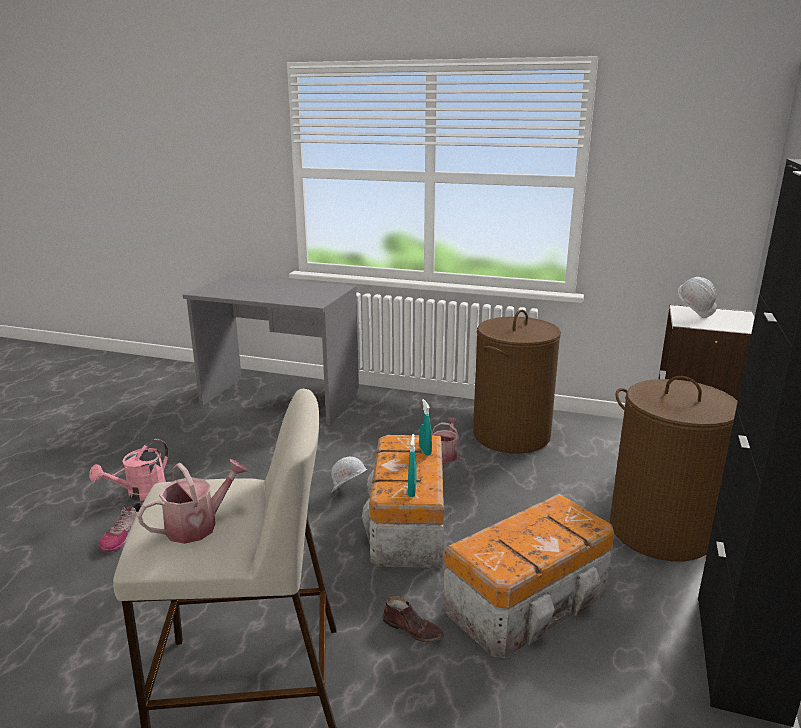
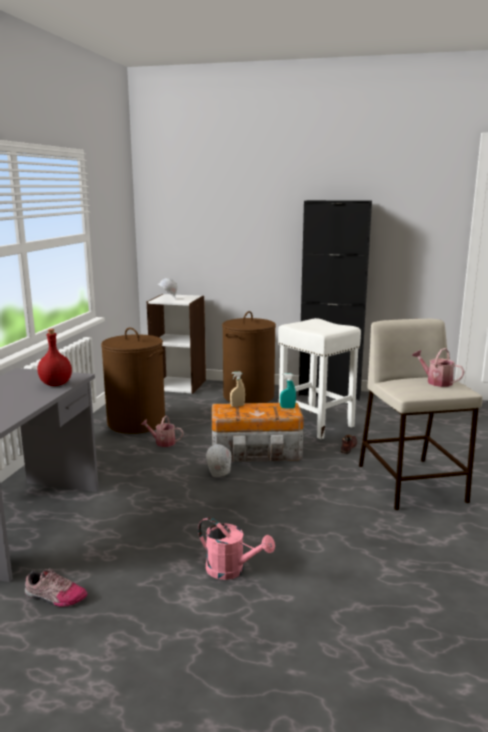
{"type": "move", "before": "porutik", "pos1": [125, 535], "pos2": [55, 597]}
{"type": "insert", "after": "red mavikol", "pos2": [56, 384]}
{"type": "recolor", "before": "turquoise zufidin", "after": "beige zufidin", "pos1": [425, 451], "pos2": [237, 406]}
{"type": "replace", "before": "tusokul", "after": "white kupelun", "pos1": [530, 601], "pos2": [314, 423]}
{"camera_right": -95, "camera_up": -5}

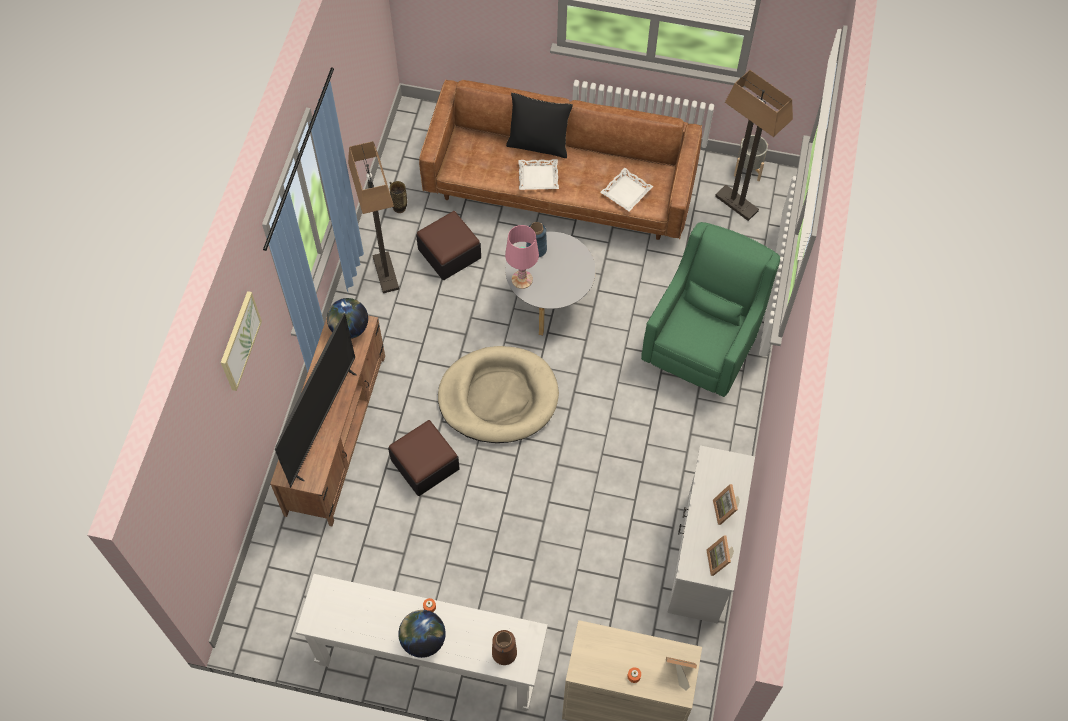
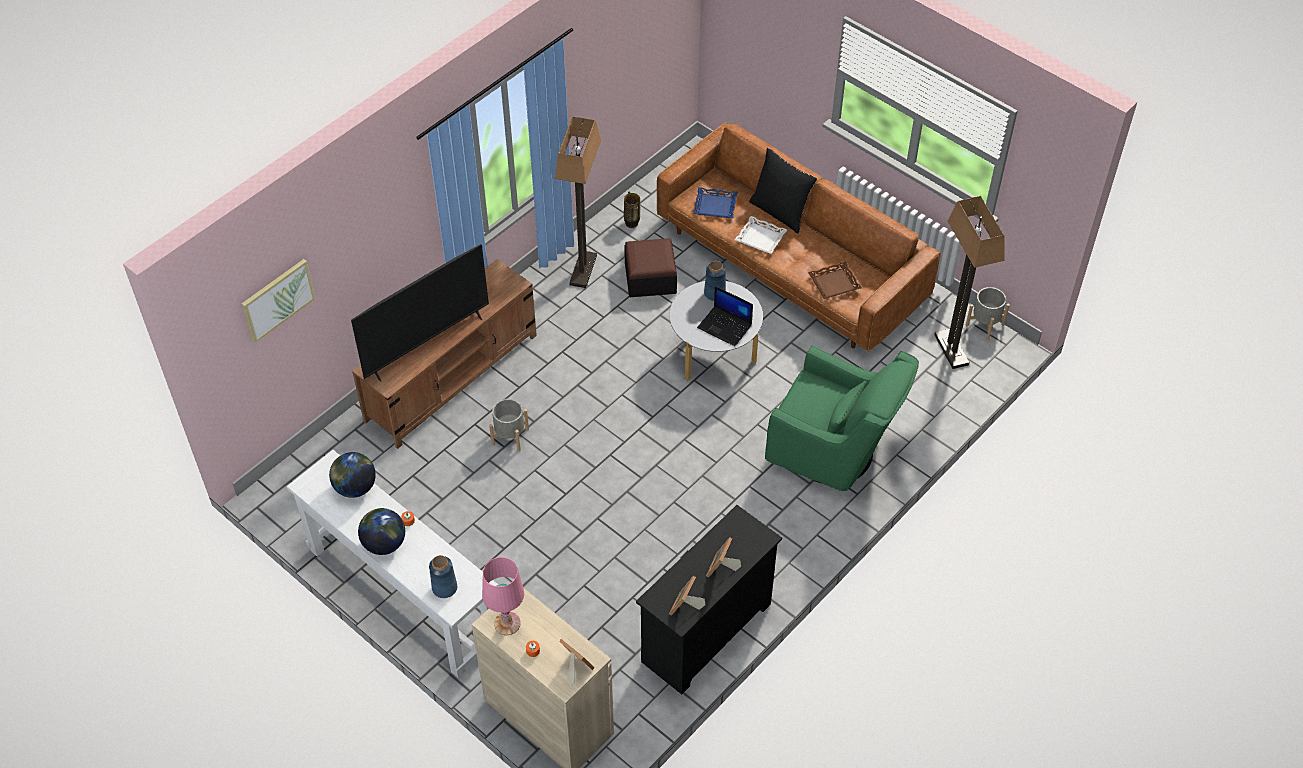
{"type": "move", "before": "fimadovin", "pos1": [239, 340], "pos2": [277, 299]}
{"type": "move", "before": "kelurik", "pos1": [349, 328], "pos2": [355, 487]}
{"type": "recolor", "before": "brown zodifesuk", "after": "blue zodifesuk", "pos1": [504, 653], "pos2": [445, 587]}
{"type": "move", "before": "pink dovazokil", "pos1": [522, 279], "pos2": [507, 623]}
{"type": "replace", "before": "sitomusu", "after": "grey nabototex", "pos1": [425, 464], "pos2": [510, 437]}
{"type": "recolor", "before": "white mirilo", "after": "black mirilo", "pos1": [702, 558], "pos2": [706, 633]}
{"type": "insert", "after": "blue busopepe", "pos2": [715, 206]}
{"type": "insert", "after": "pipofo", "pos2": [725, 326]}
{"type": "rotate", "before": "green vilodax", "pos1": [703, 343], "pos2": [835, 453], "turn": 60}
{"type": "recolor", "before": "white busopepe", "after": "brown busopepe", "pos1": [626, 192], "pos2": [834, 284]}
{"type": "delete", "before": "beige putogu", "pos1": [498, 397]}
{"camera_right": 30, "camera_up": -10}

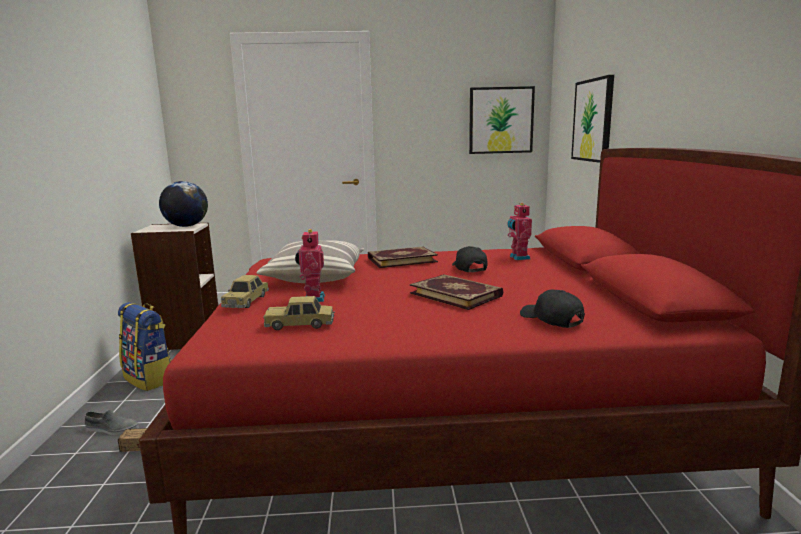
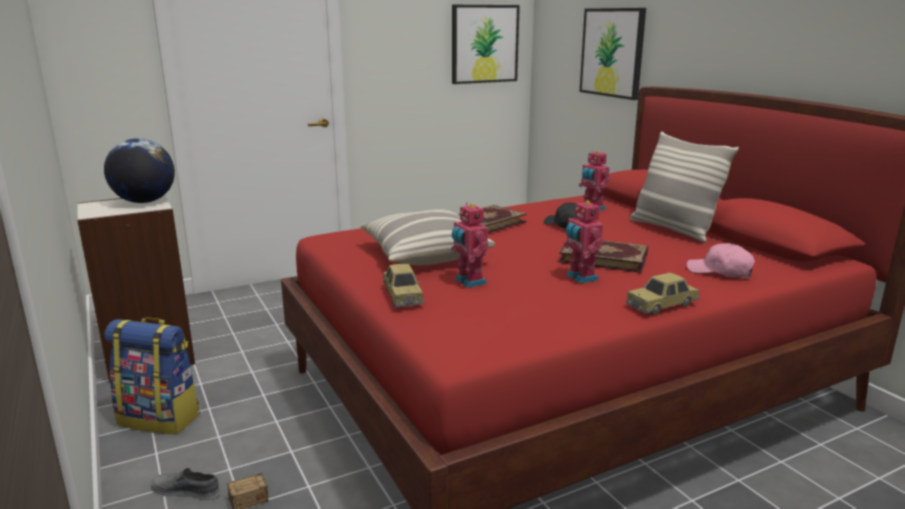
{"type": "rotate", "before": "grey porutik", "pos1": [112, 429], "pos2": [186, 490], "turn": -150}
{"type": "insert", "after": "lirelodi", "pos2": [580, 278]}
{"type": "move", "before": "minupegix", "pos1": [300, 324], "pos2": [662, 305]}
{"type": "insert", "after": "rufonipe", "pos2": [673, 229]}
{"type": "recolor", "before": "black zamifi", "after": "pink zamifi", "pos1": [551, 319], "pos2": [720, 271]}
{"camera_right": -25, "camera_up": 5}

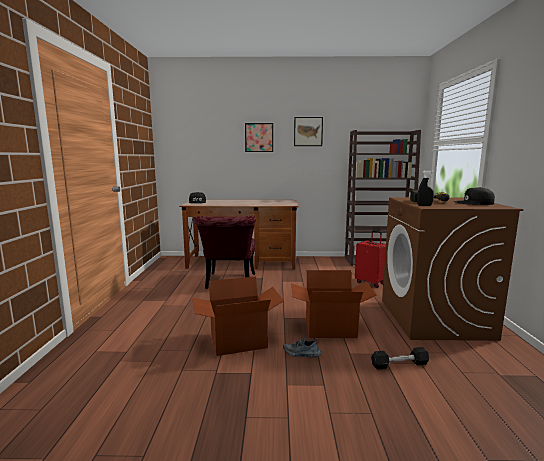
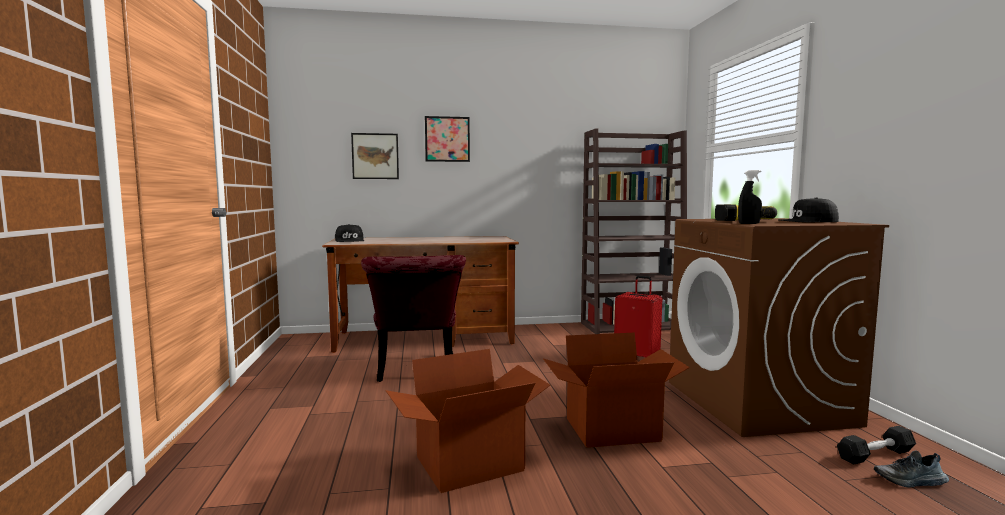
{"type": "move", "before": "fimadovin", "pos1": [308, 131], "pos2": [375, 156]}
{"type": "move", "before": "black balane", "pos1": [399, 364], "pos2": [875, 455]}
{"type": "move", "before": "porutik", "pos1": [301, 354], "pos2": [911, 481]}
{"camera_right": -10, "camera_up": -5}

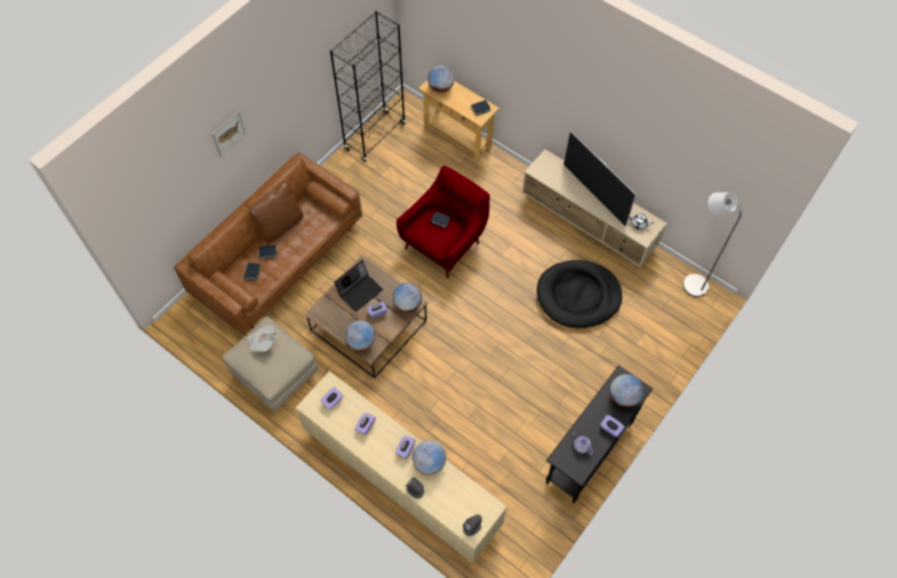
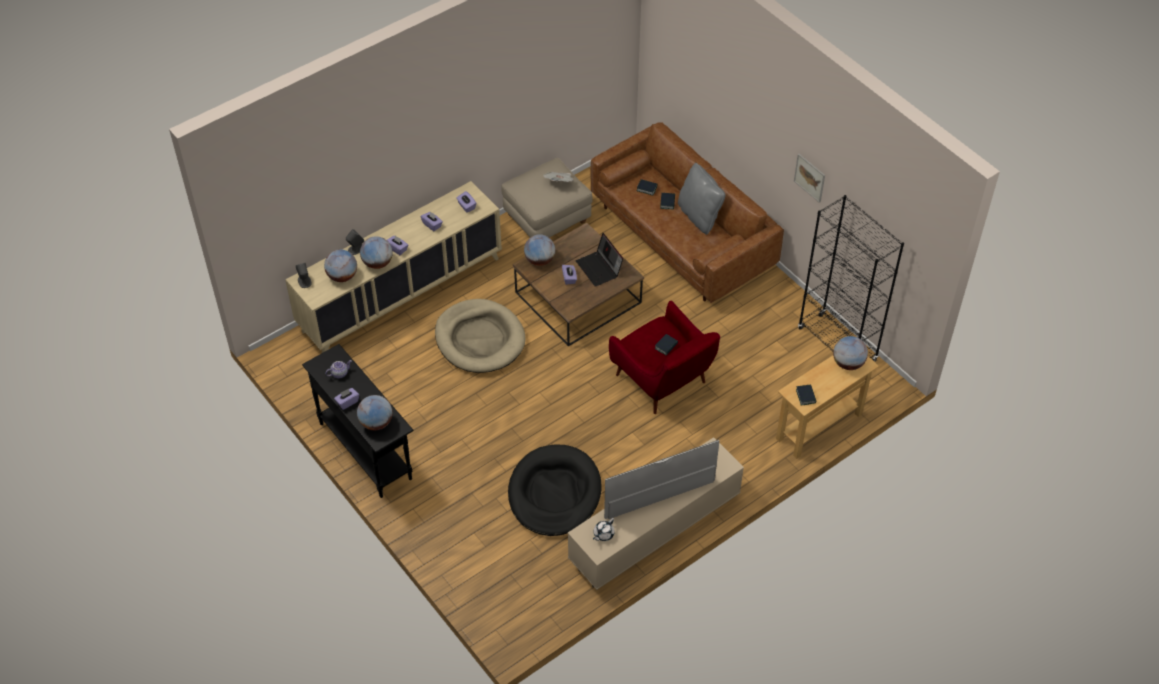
{"type": "move", "before": "kelurik", "pos1": [408, 304], "pos2": [342, 276]}
{"type": "insert", "after": "beige putogu", "pos2": [479, 339]}
{"type": "recolor", "before": "brown rufonipe", "after": "grey rufonipe", "pos1": [280, 226], "pos2": [699, 216]}
{"type": "move", "before": "fimadovin", "pos1": [228, 133], "pos2": [809, 177]}
{"type": "delete", "before": "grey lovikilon", "pos1": [691, 282]}
{"camera_right": 105, "camera_up": -10}

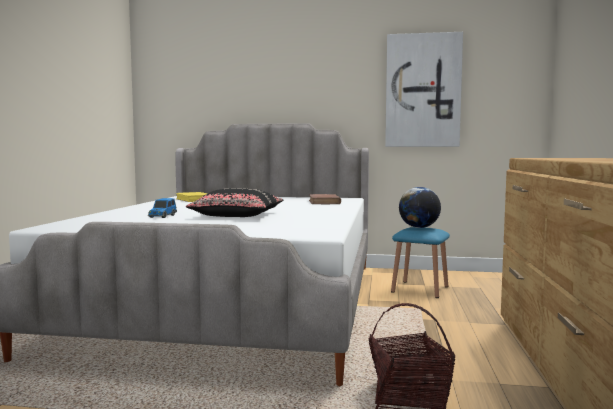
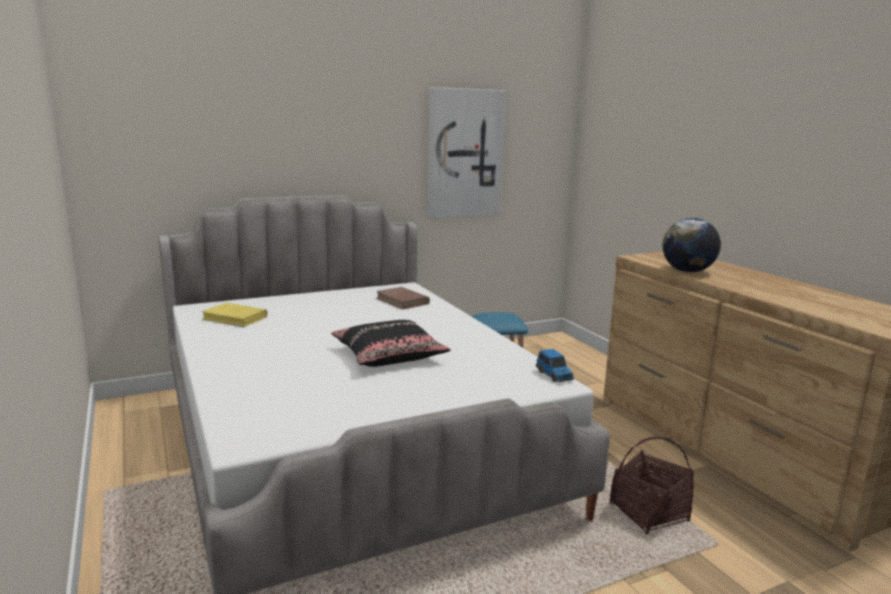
{"type": "move", "before": "minupegix", "pos1": [162, 216], "pos2": [554, 375]}
{"type": "move", "before": "kelurik", "pos1": [419, 227], "pos2": [687, 271]}
{"camera_right": -35, "camera_up": 10}

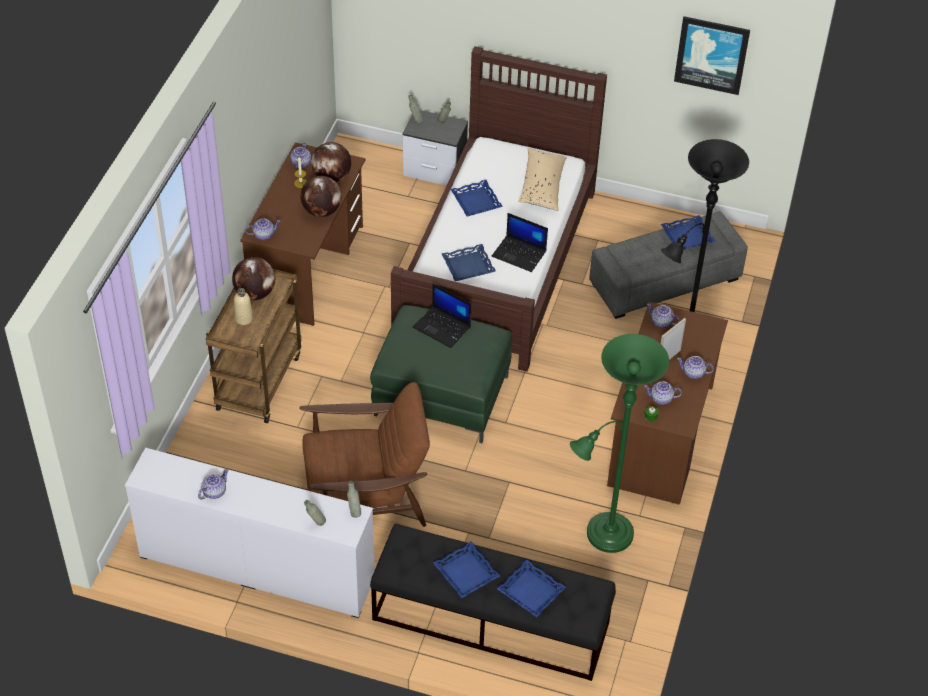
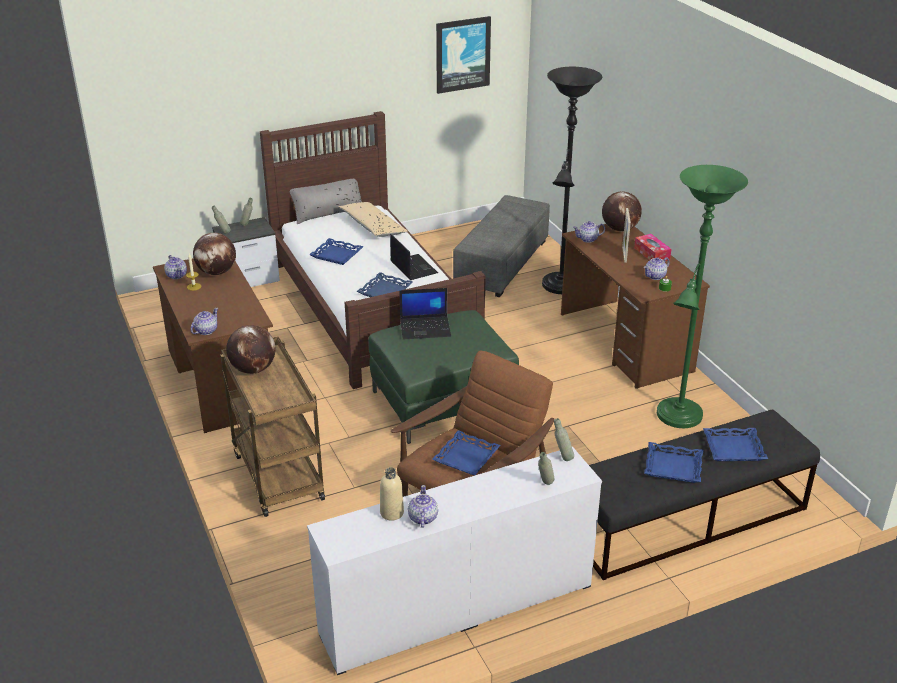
{"type": "insert", "after": "grey rufonipe", "pos2": [328, 213]}
{"type": "move", "before": "beige mavikol", "pos1": [244, 319], "pos2": [392, 513]}
{"type": "rotate", "before": "pipofo", "pos1": [520, 254], "pos2": [413, 267], "turn": -105}
{"type": "move", "before": "blue busopepe", "pos1": [687, 237], "pos2": [466, 457]}
{"type": "move", "before": "kelurik", "pos1": [321, 211], "pos2": [619, 229]}
{"type": "replace", "before": "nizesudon", "after": "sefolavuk", "pos1": [694, 373], "pos2": [652, 254]}
{"camera_right": -40, "camera_up": -15}

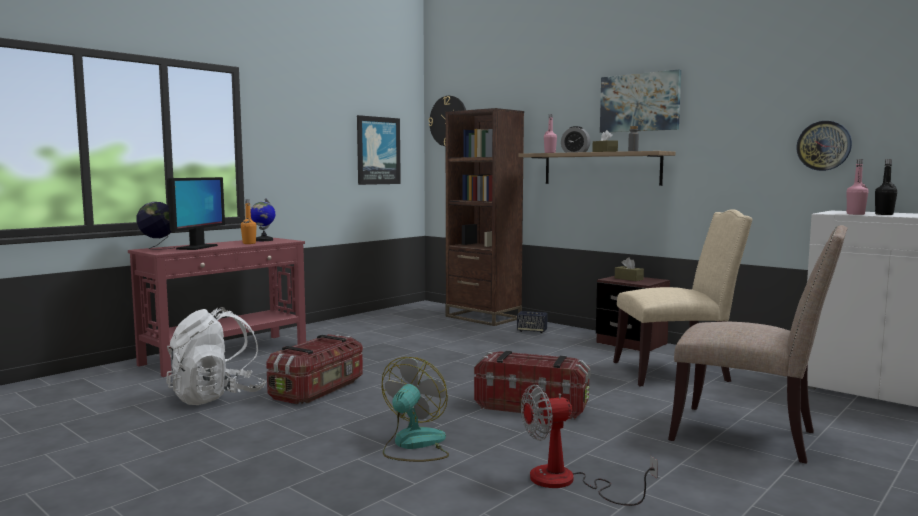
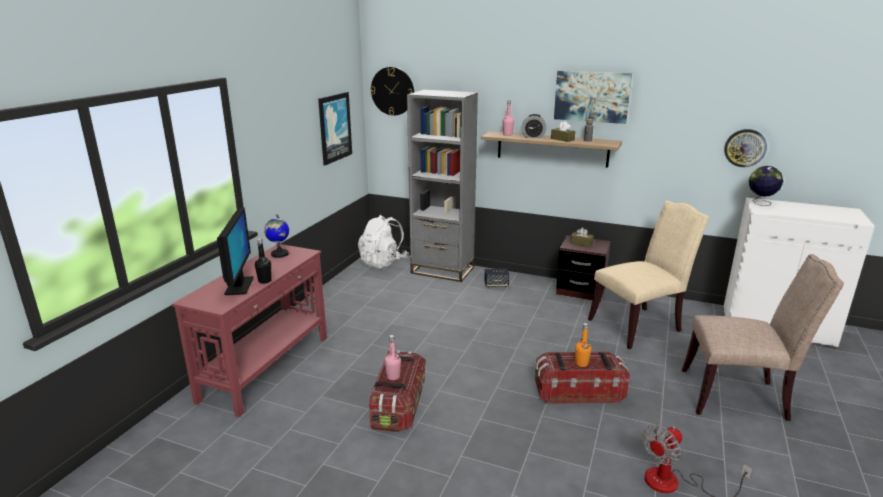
{"type": "move", "before": "black mavikol", "pos1": [884, 214], "pos2": [265, 281]}
{"type": "move", "before": "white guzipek", "pos1": [216, 397], "pos2": [383, 262]}
{"type": "move", "before": "pink mavikol", "pos1": [855, 214], "pos2": [393, 376]}
{"type": "recolor", "before": "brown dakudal", "after": "grey dakudal", "pos1": [483, 317], "pos2": [442, 270]}
{"type": "move", "before": "orange mavikol", "pos1": [249, 243], "pos2": [581, 363]}
{"type": "move", "before": "kelurik", "pos1": [158, 248], "pos2": [760, 203]}
{"type": "delete", "before": "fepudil", "pos1": [413, 445]}
{"camera_right": -20, "camera_up": 15}

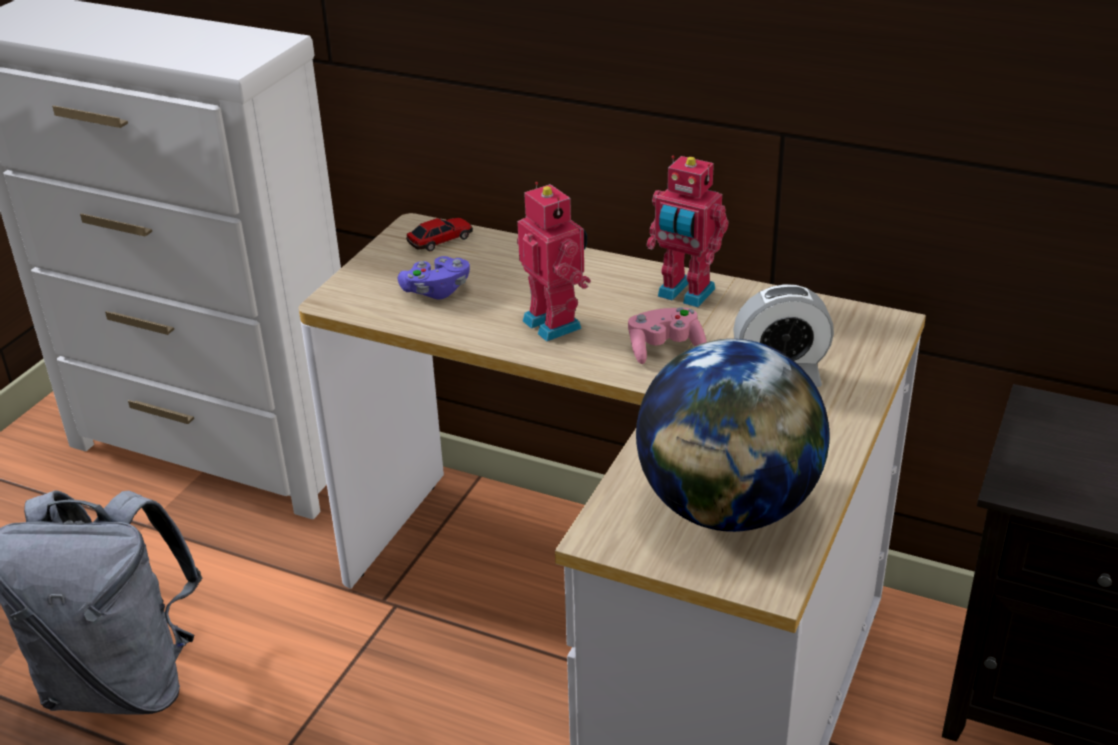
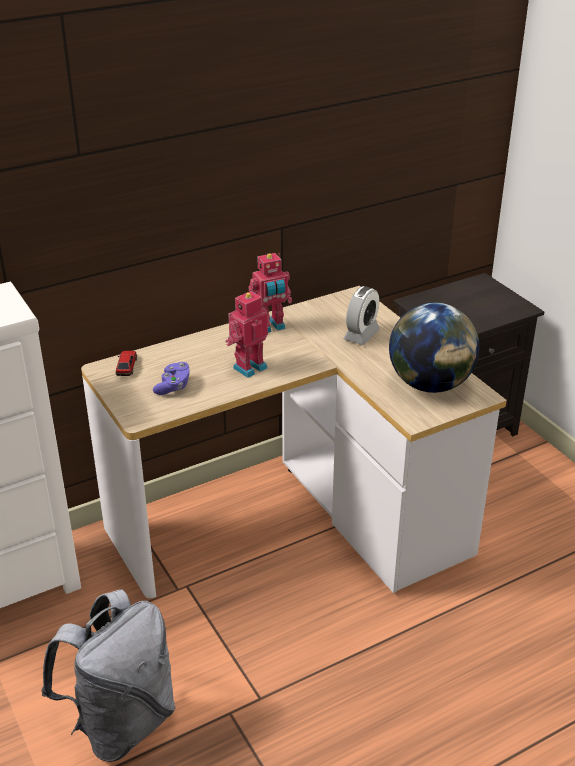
{"type": "rotate", "before": "lirelodi", "pos1": [555, 323], "pos2": [248, 367], "turn": -45}
{"type": "delete", "before": "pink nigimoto", "pos1": [665, 349]}
{"camera_right": -55, "camera_up": 0}

